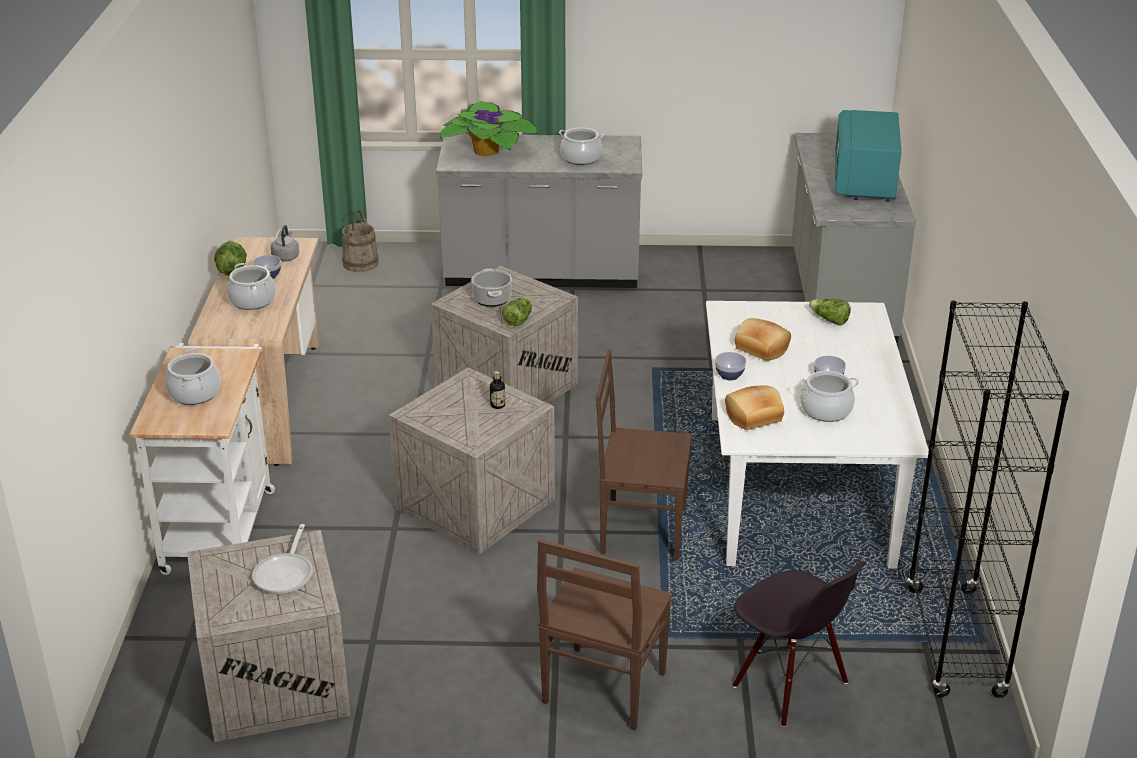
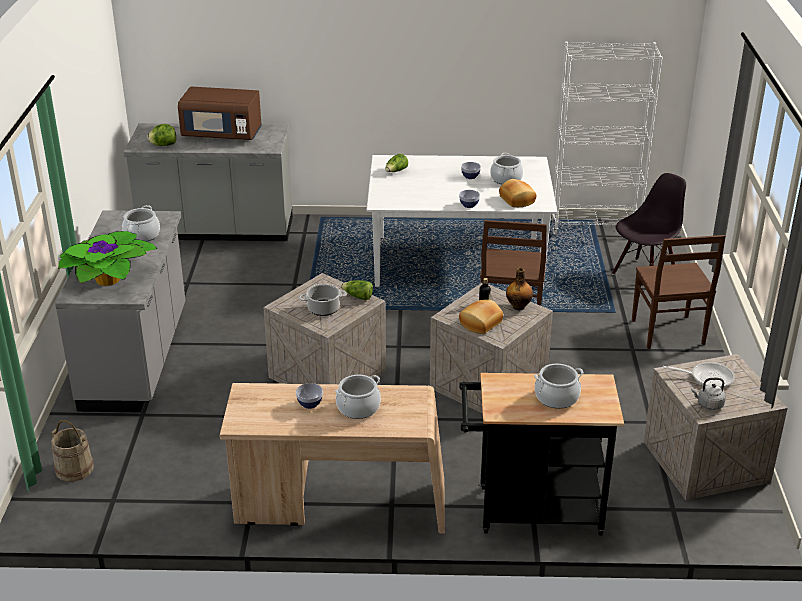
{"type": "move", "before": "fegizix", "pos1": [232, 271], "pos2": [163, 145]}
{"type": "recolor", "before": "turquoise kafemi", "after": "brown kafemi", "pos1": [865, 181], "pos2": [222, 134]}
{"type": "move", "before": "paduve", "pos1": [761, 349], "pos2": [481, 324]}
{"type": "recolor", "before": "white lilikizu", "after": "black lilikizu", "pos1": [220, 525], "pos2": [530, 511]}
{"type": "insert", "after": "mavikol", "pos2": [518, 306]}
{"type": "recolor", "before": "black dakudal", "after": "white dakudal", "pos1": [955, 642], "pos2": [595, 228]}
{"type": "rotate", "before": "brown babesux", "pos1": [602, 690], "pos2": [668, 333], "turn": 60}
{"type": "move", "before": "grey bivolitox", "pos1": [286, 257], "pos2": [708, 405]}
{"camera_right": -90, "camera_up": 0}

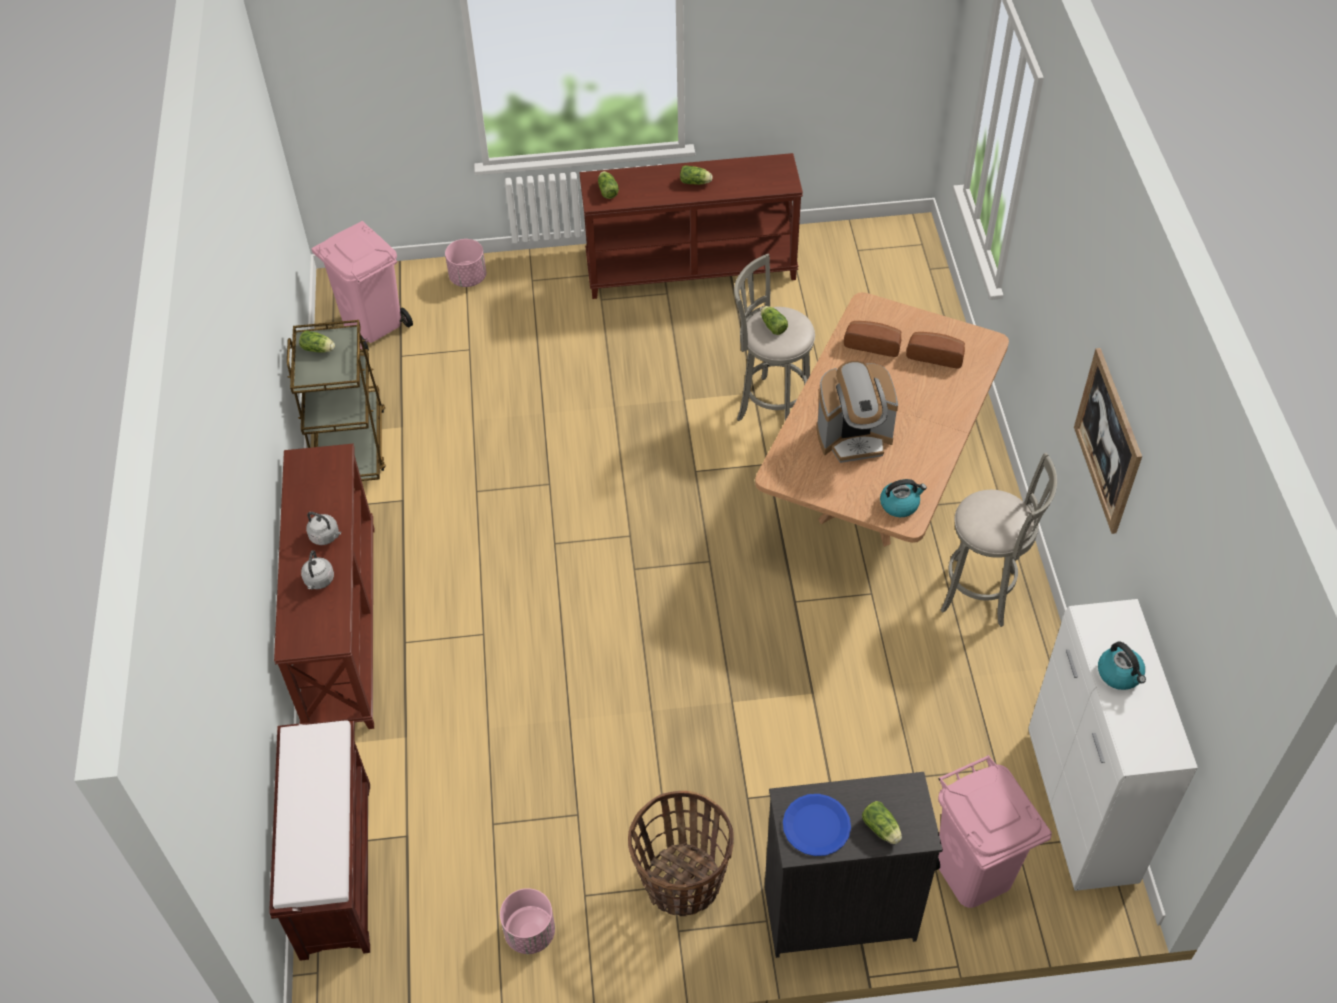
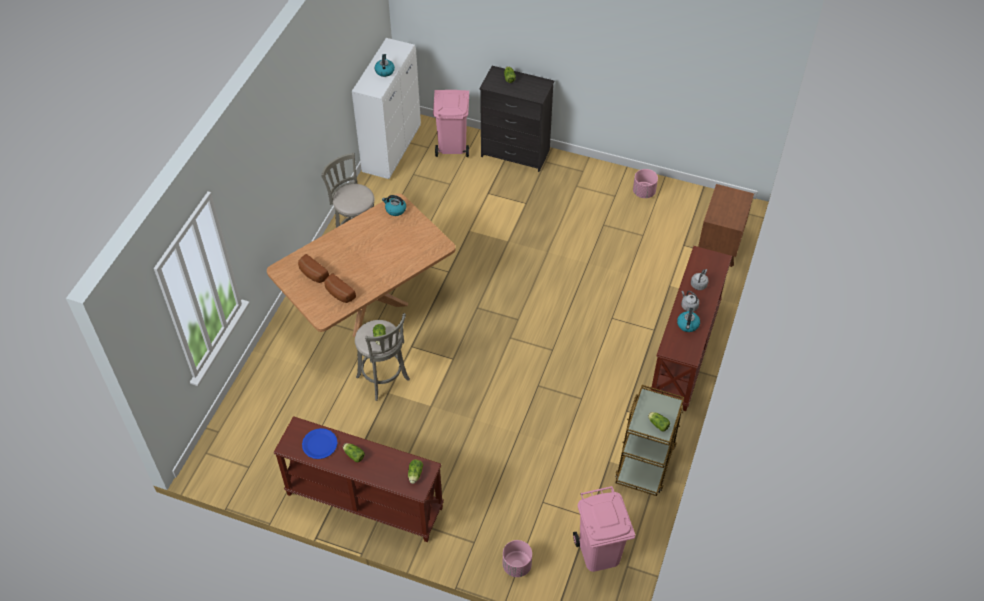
{"type": "move", "before": "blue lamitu", "pos1": [816, 826], "pos2": [320, 444]}
{"type": "insert", "after": "bivolitox", "pos2": [688, 325]}
{"type": "replace", "before": "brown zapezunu", "after": "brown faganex", "pos1": [335, 867], "pos2": [720, 245]}
{"type": "delete", "before": "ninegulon", "pos1": [682, 882]}
{"type": "delete", "before": "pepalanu", "pos1": [854, 437]}
{"type": "delete", "before": "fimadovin", "pos1": [1108, 440]}
{"camera_right": -155, "camera_up": 0}

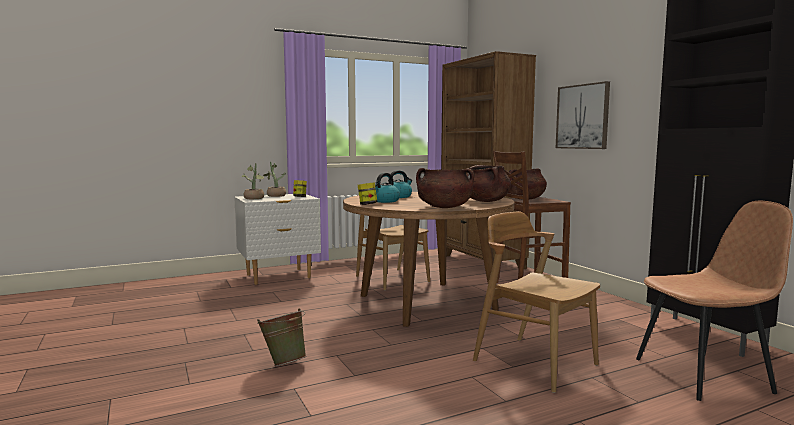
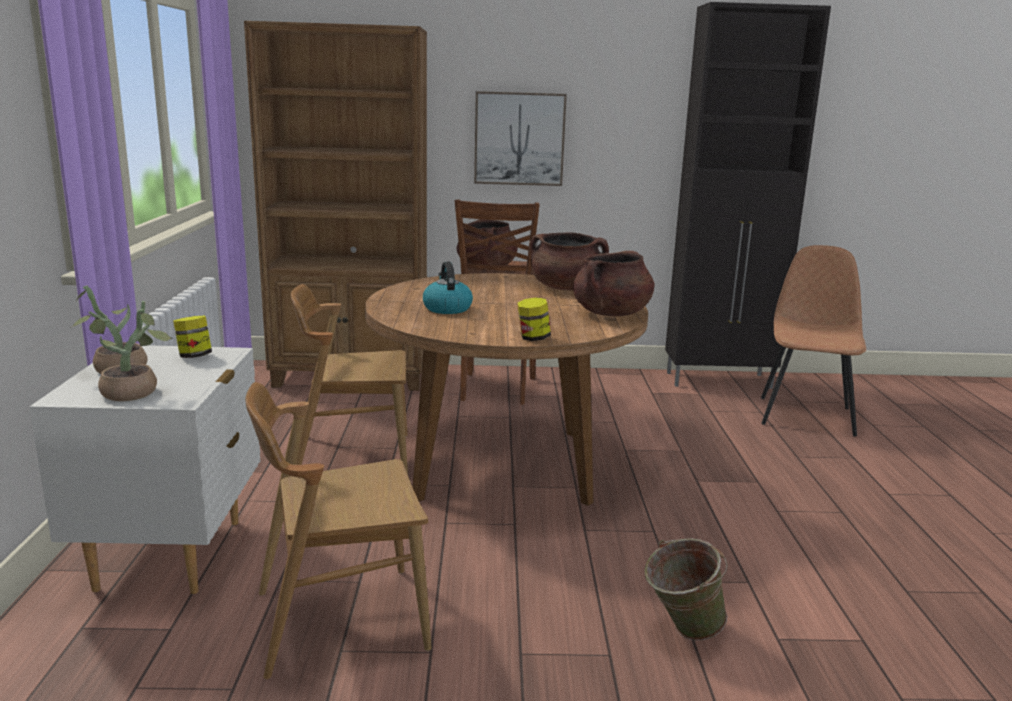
{"type": "move", "before": "brown babesux", "pos1": [534, 362], "pos2": [340, 619]}
{"type": "delete", "before": "bivolitox", "pos1": [384, 201]}
{"camera_right": -65, "camera_up": 10}

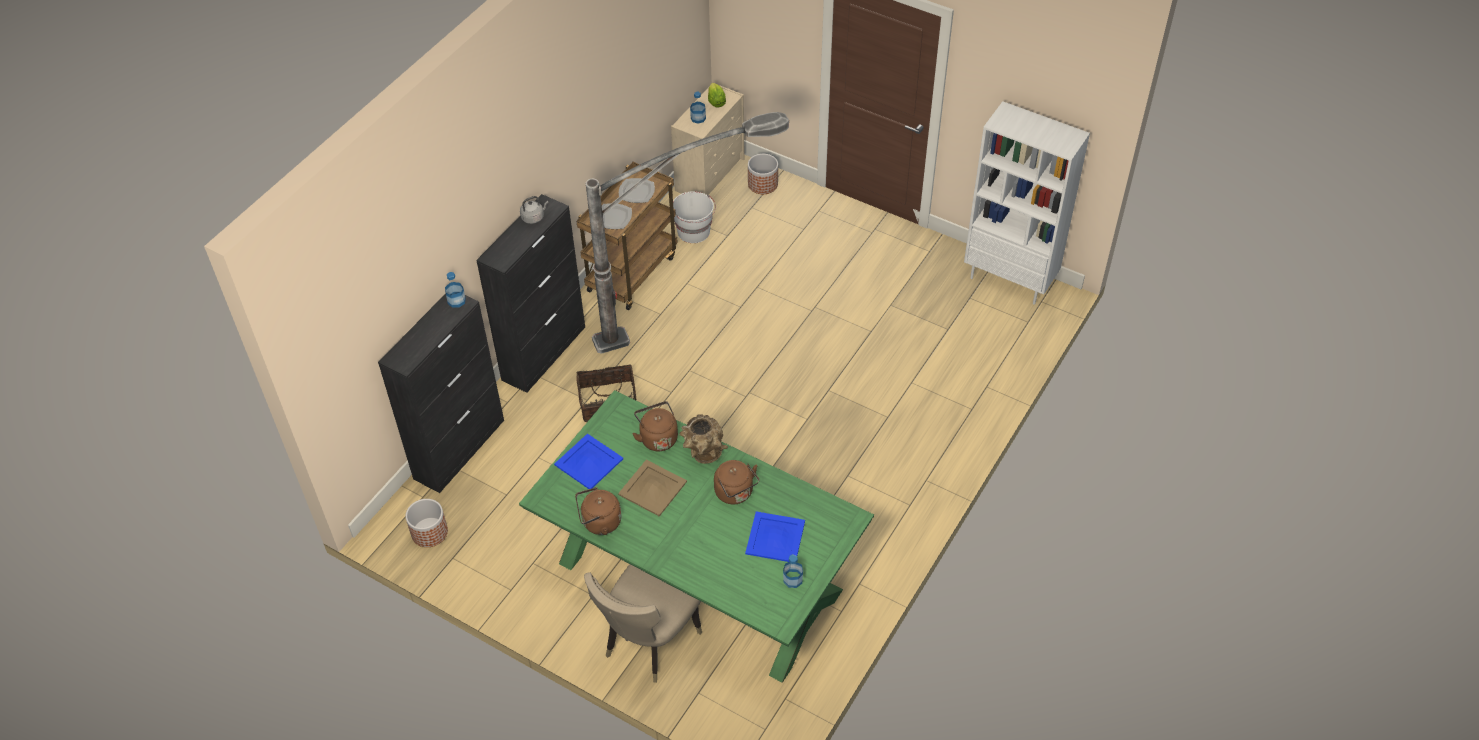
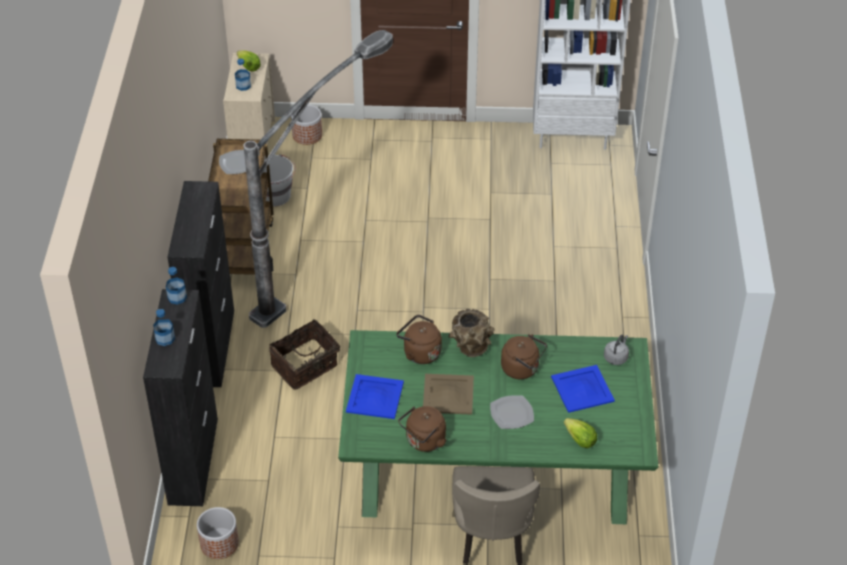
{"type": "move", "before": "mavikol", "pos1": [793, 579], "pos2": [165, 339]}
{"type": "move", "before": "lamitu", "pos1": [613, 218], "pos2": [511, 414]}
{"type": "insert", "after": "fegizix", "pos2": [580, 440]}
{"type": "move", "before": "grey bivolitox", "pos1": [534, 217], "pos2": [616, 357]}
{"camera_right": -30, "camera_up": -5}

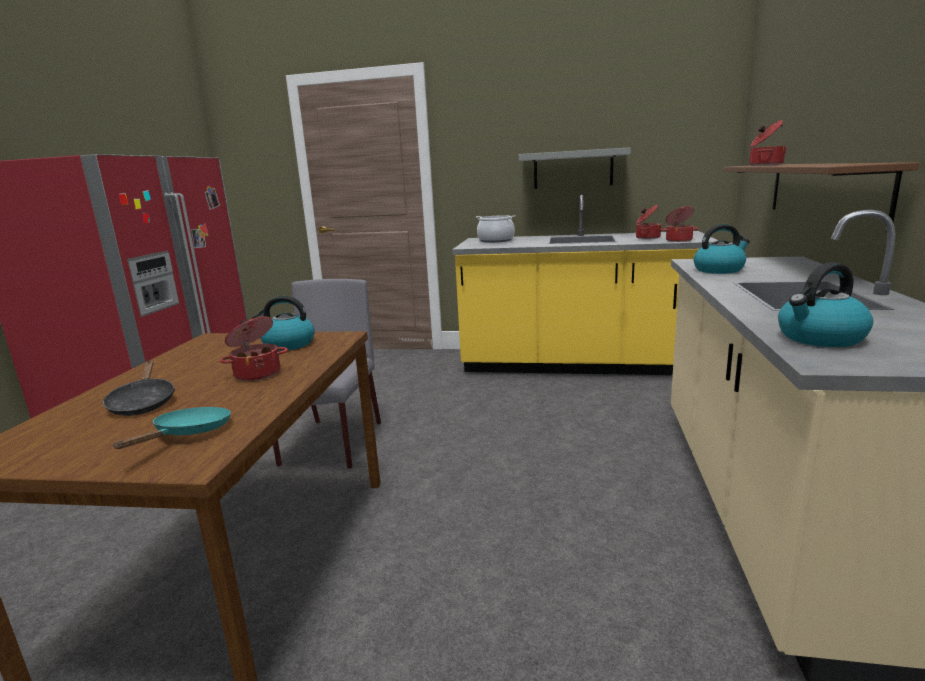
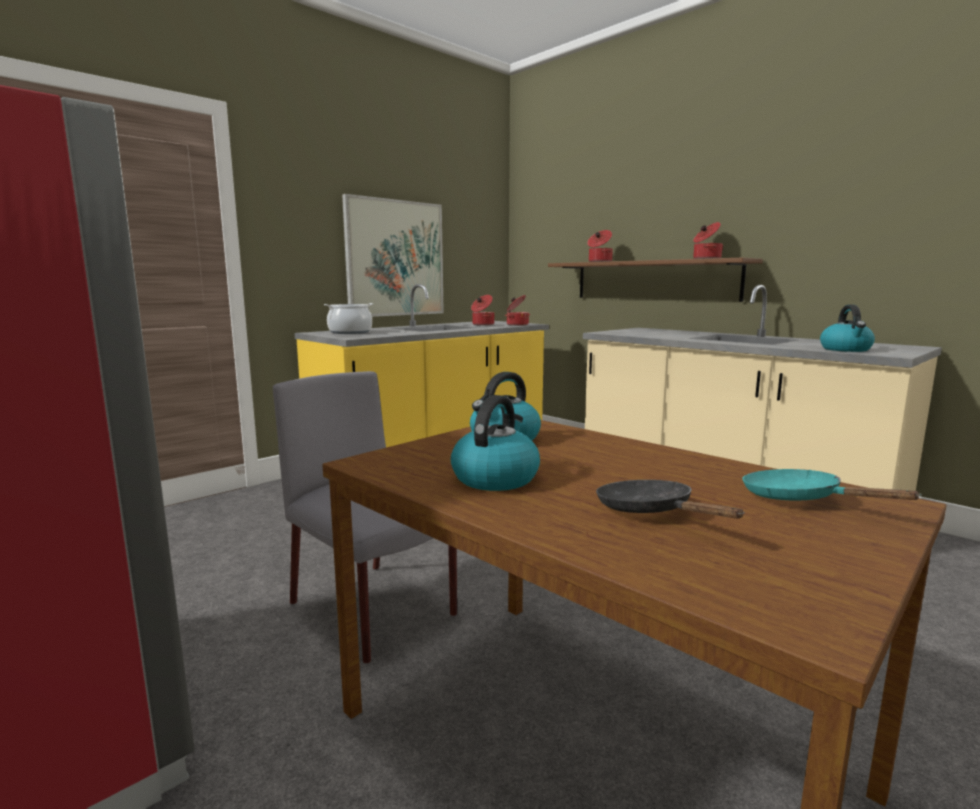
{"type": "replace", "before": "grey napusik", "after": "fimadovin", "pos1": [573, 169], "pos2": [395, 258]}
{"type": "move", "before": "bivolitox", "pos1": [719, 270], "pos2": [495, 478]}
{"type": "rotate", "before": "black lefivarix", "pos1": [143, 403], "pos2": [650, 512], "turn": -135}
{"type": "move", "before": "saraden", "pos1": [257, 373], "pos2": [706, 259]}
{"camera_right": -55, "camera_up": -5}

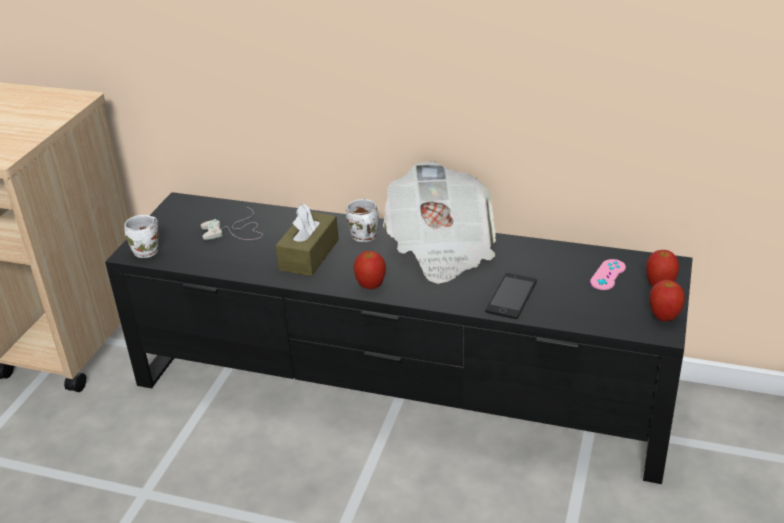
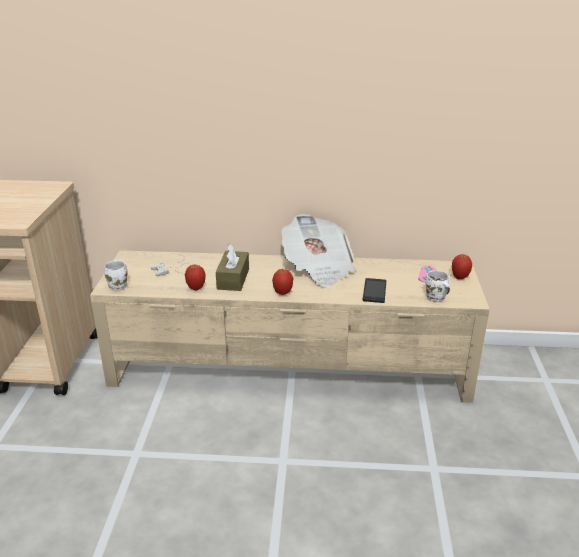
{"type": "recolor", "before": "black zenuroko", "after": "beige zenuroko", "pos1": [401, 387], "pos2": [291, 366]}
{"type": "move", "before": "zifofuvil", "pos1": [664, 317], "pos2": [196, 288]}
{"type": "move", "before": "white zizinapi", "pos1": [363, 238], "pos2": [435, 298]}
{"camera_right": -15, "camera_up": -5}

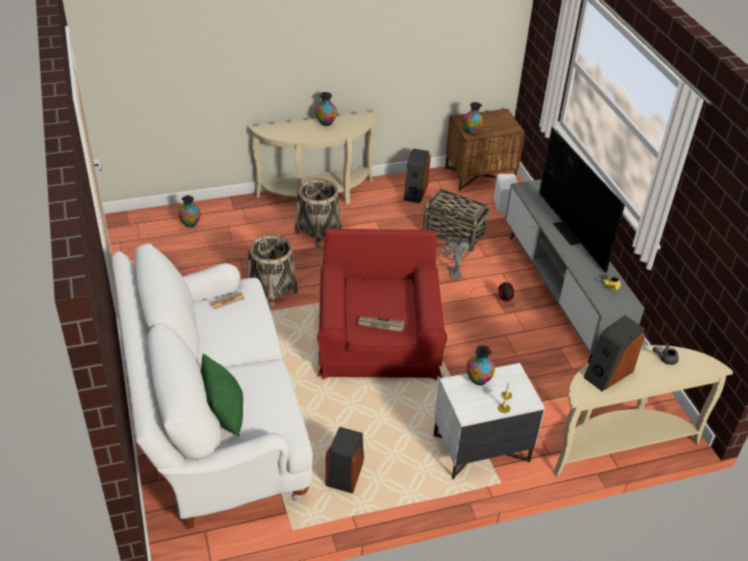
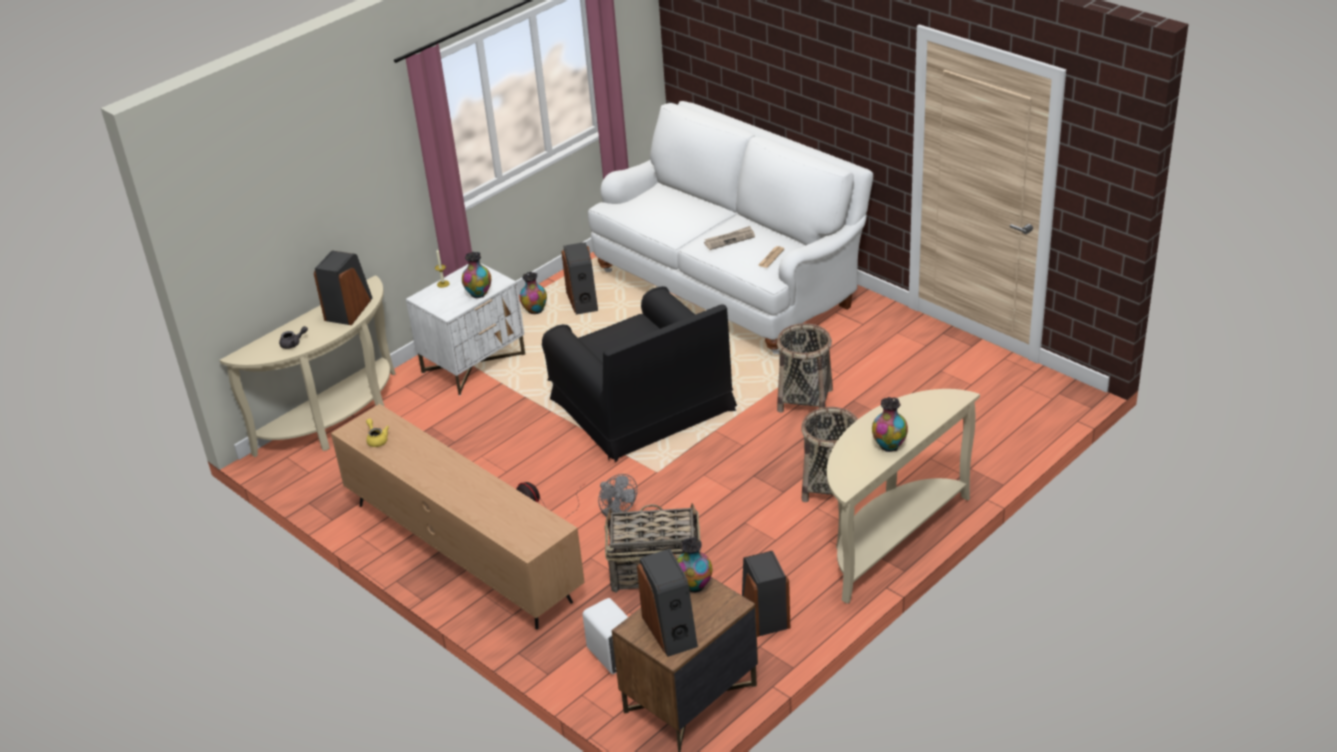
{"type": "recolor", "before": "grey zenuroko", "after": "brown zenuroko", "pos1": [560, 293], "pos2": [463, 552]}
{"type": "move", "before": "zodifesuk", "pos1": [190, 224], "pos2": [534, 310]}
{"type": "recolor", "before": "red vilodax", "after": "black vilodax", "pos1": [378, 341], "pos2": [643, 404]}
{"type": "insert", "after": "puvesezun", "pos2": [671, 630]}
{"type": "move", "before": "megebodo", "pos1": [380, 325], "pos2": [729, 239]}
{"type": "delete", "before": "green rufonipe", "pos1": [224, 413]}
{"type": "delete", "before": "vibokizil", "pos1": [571, 232]}
{"camera_right": 155, "camera_up": -5}

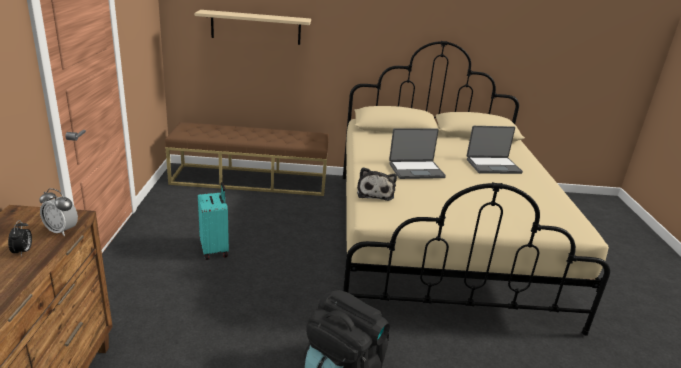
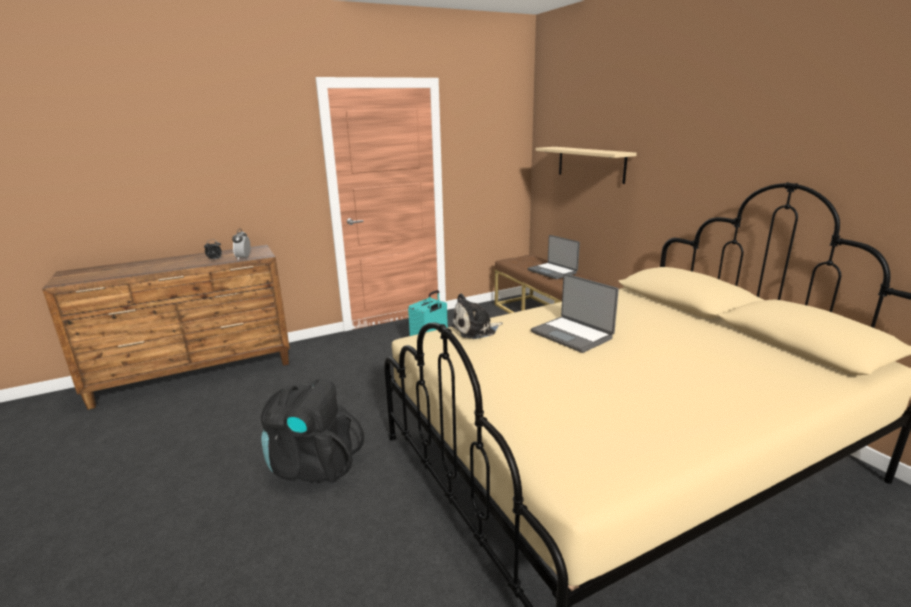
{"type": "move", "before": "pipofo", "pos1": [493, 166], "pos2": [552, 271]}
{"camera_right": 65, "camera_up": -5}

